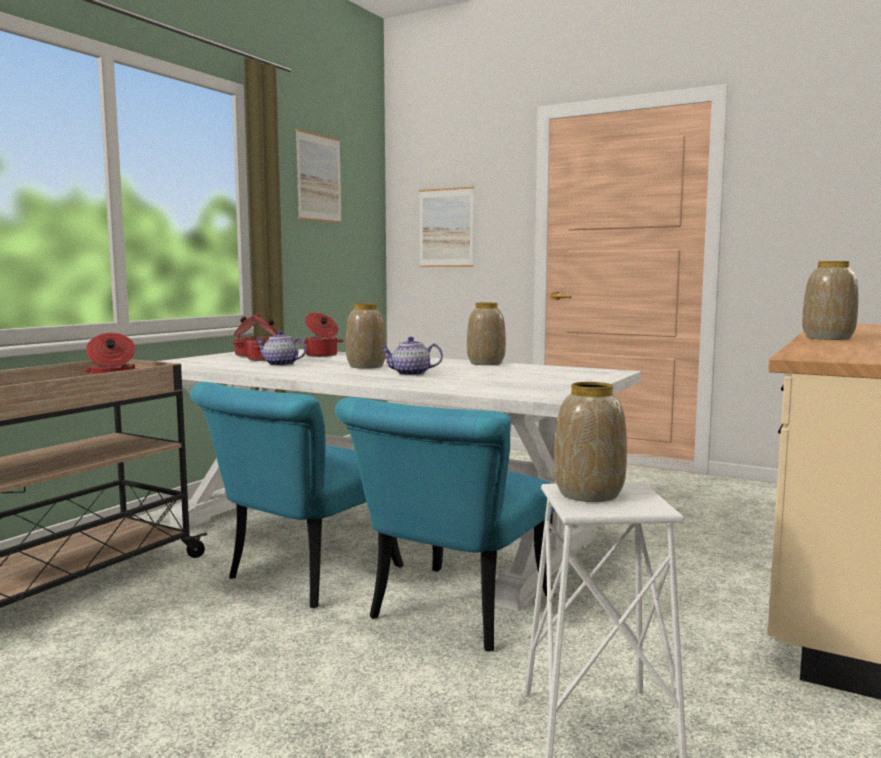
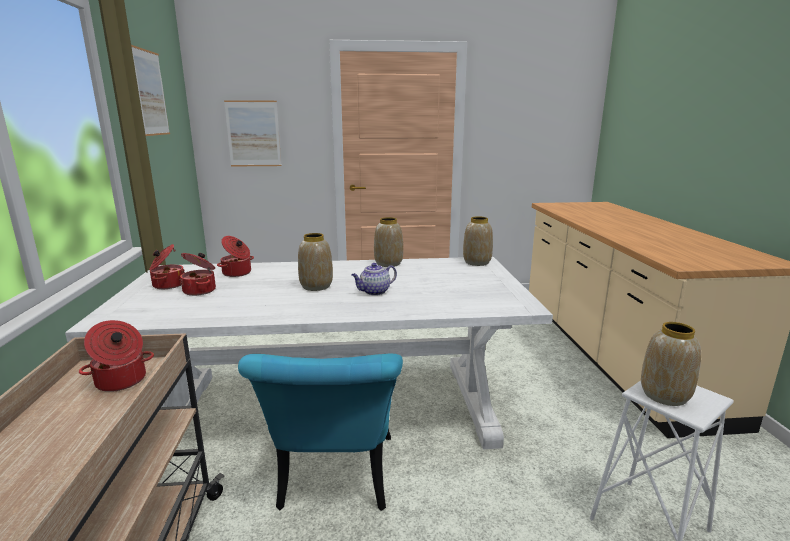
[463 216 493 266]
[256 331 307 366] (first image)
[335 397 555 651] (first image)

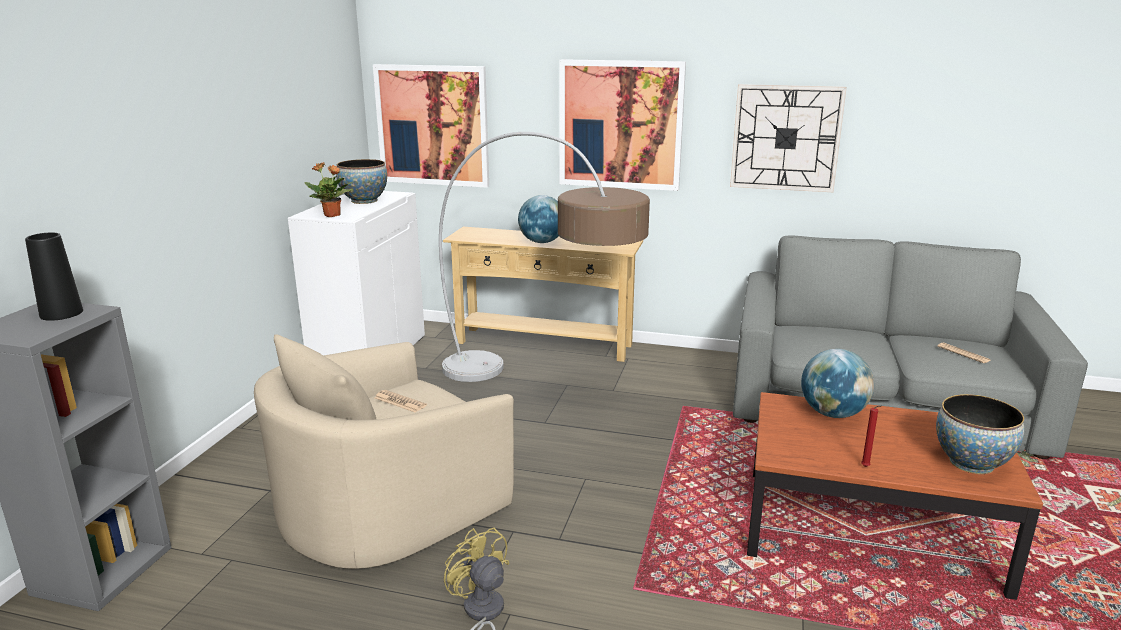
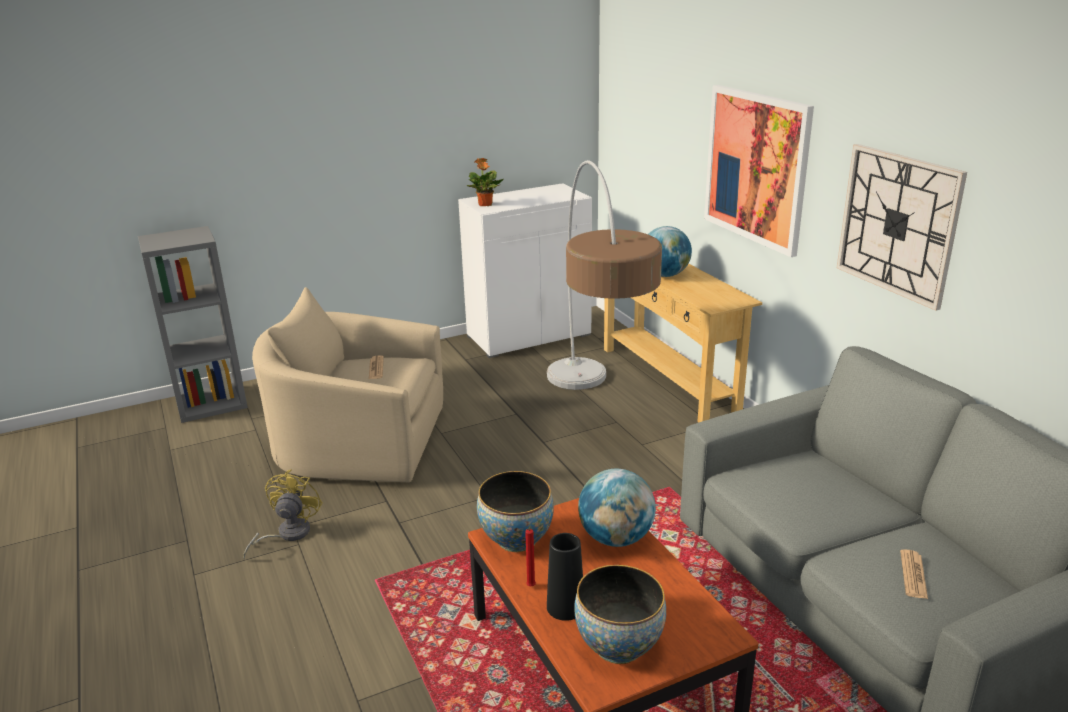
[373 64 489 188] (first image)
[477 471 554 552]
[547 533 583 621]

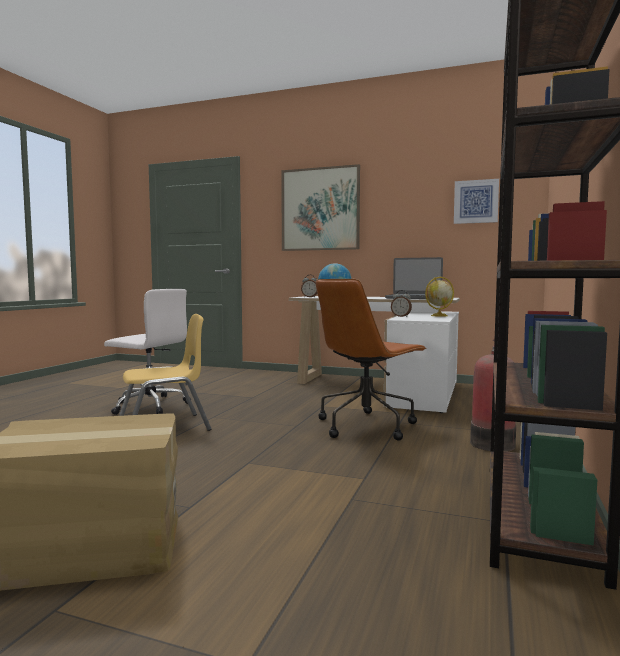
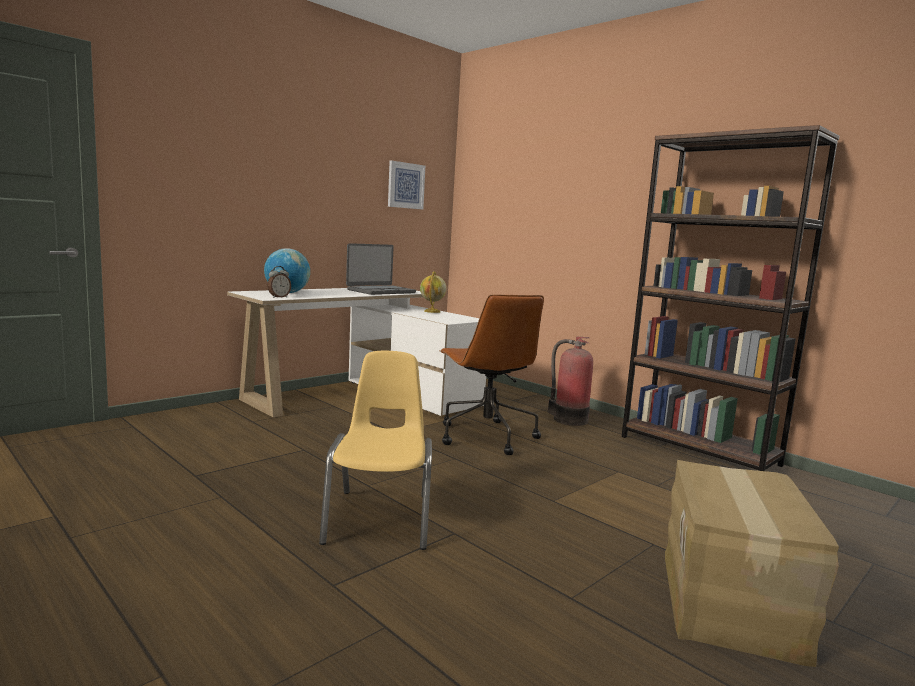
[281 164 360 251] (first image)
[104 289 191 415] (first image)
[391 290 412 317] (first image)

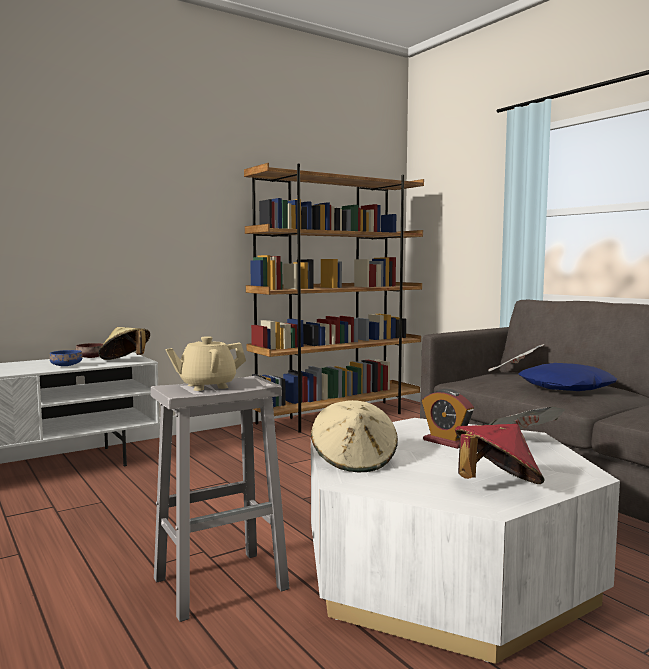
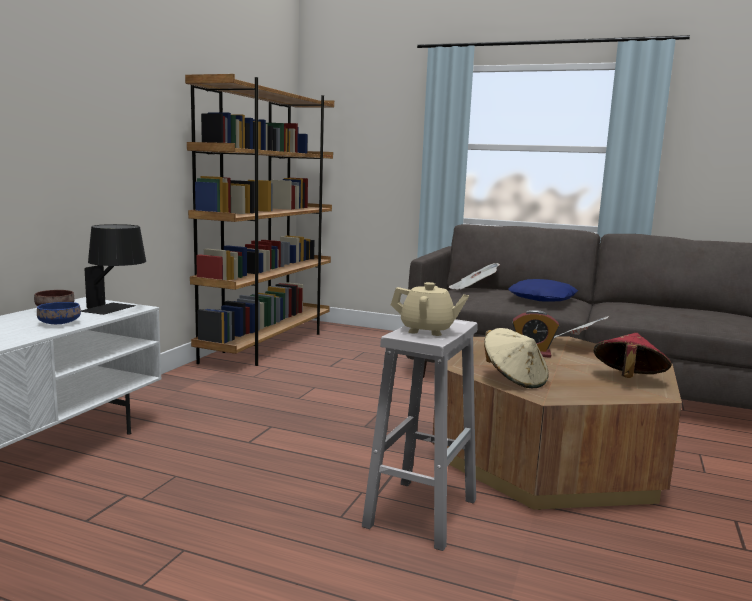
[81 224 146 315]
[391 282 469 336]
[432 336 682 510]

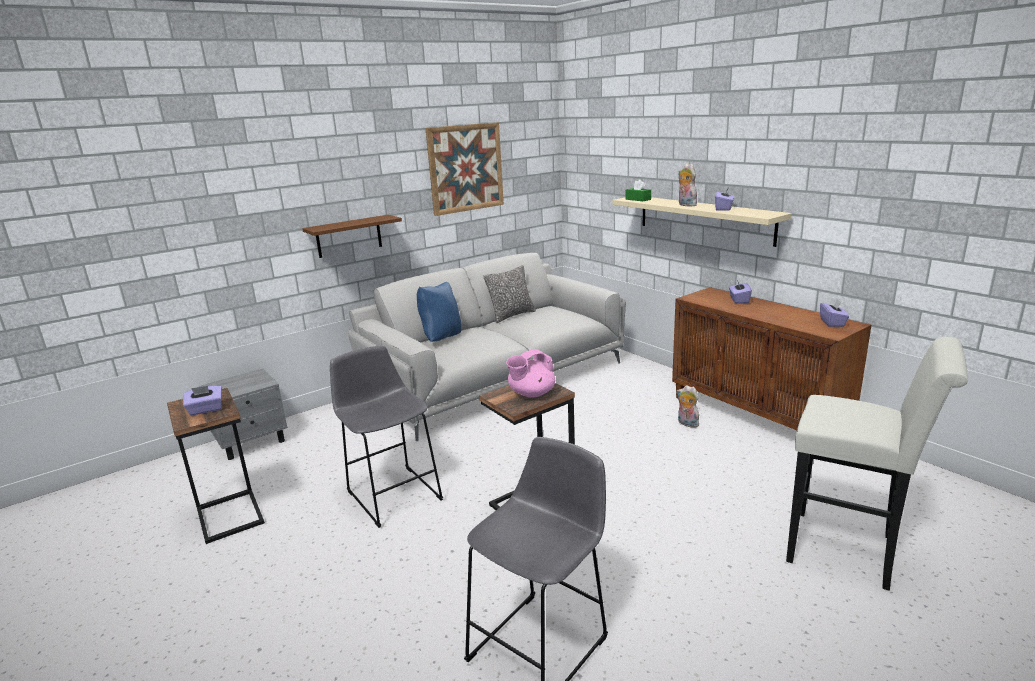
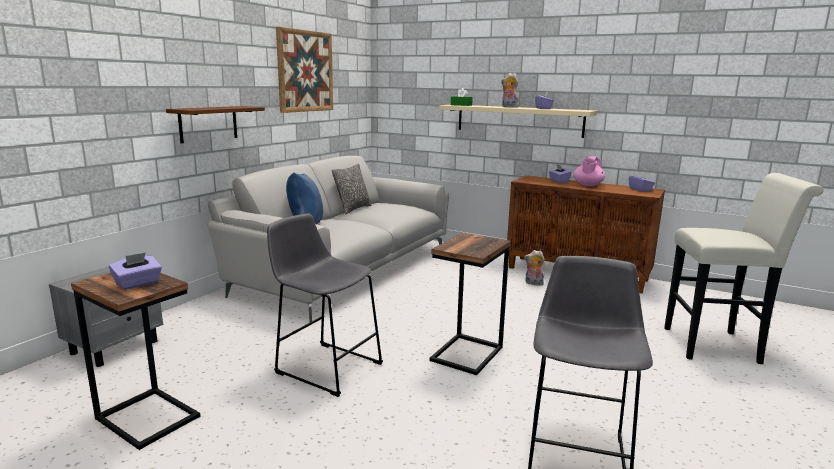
[573 156 605 186]

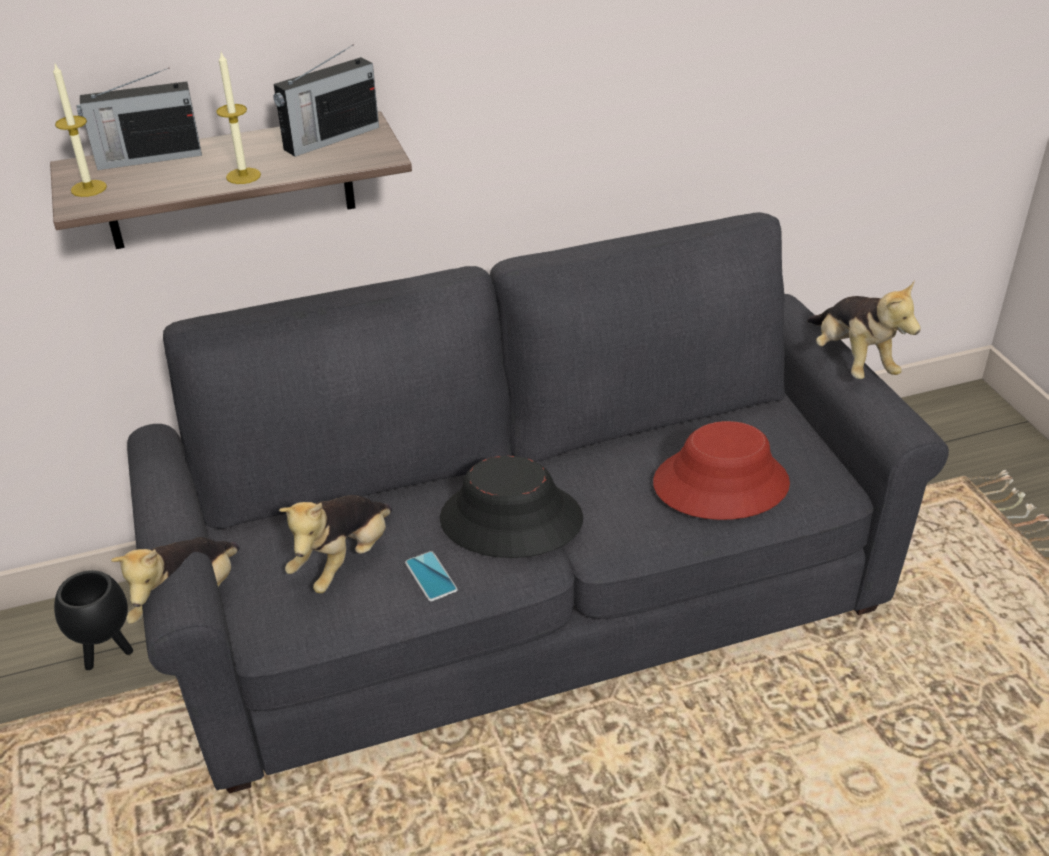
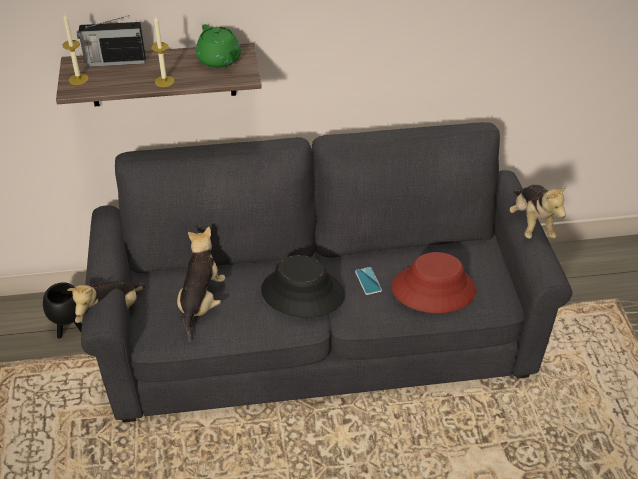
[196 24 241 68]
[177 227 225 342]
[355 267 382 295]

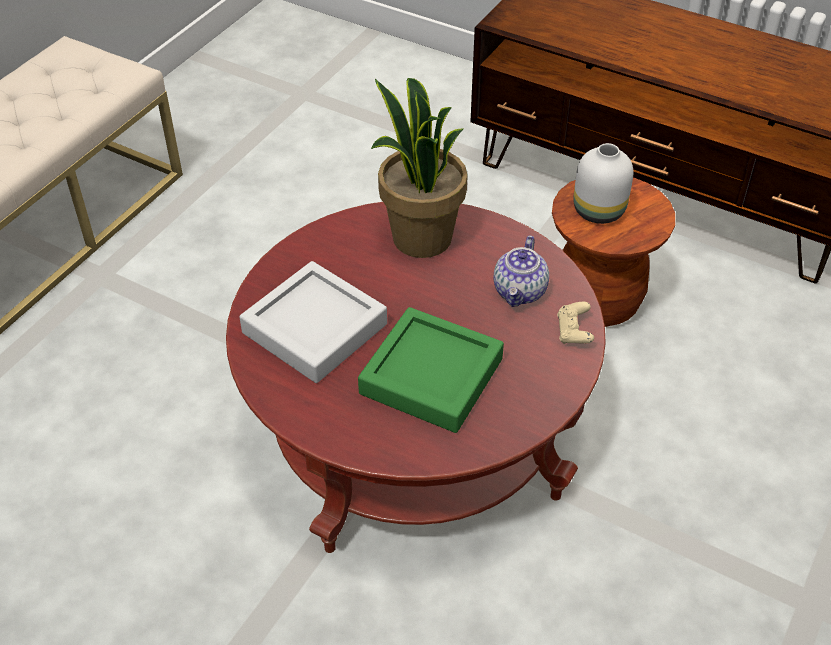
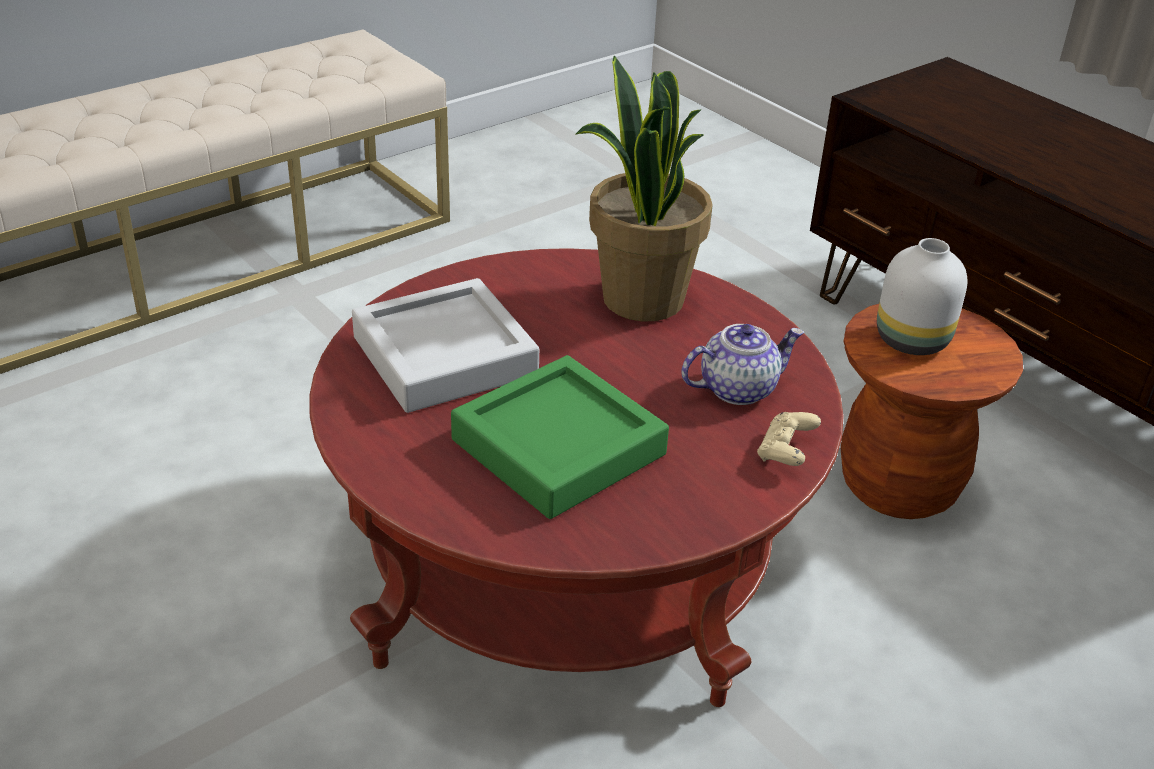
[681 324 804 405]

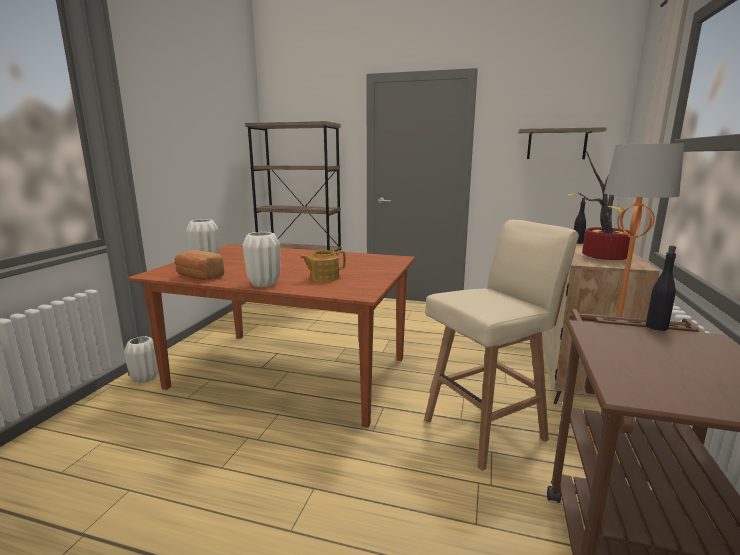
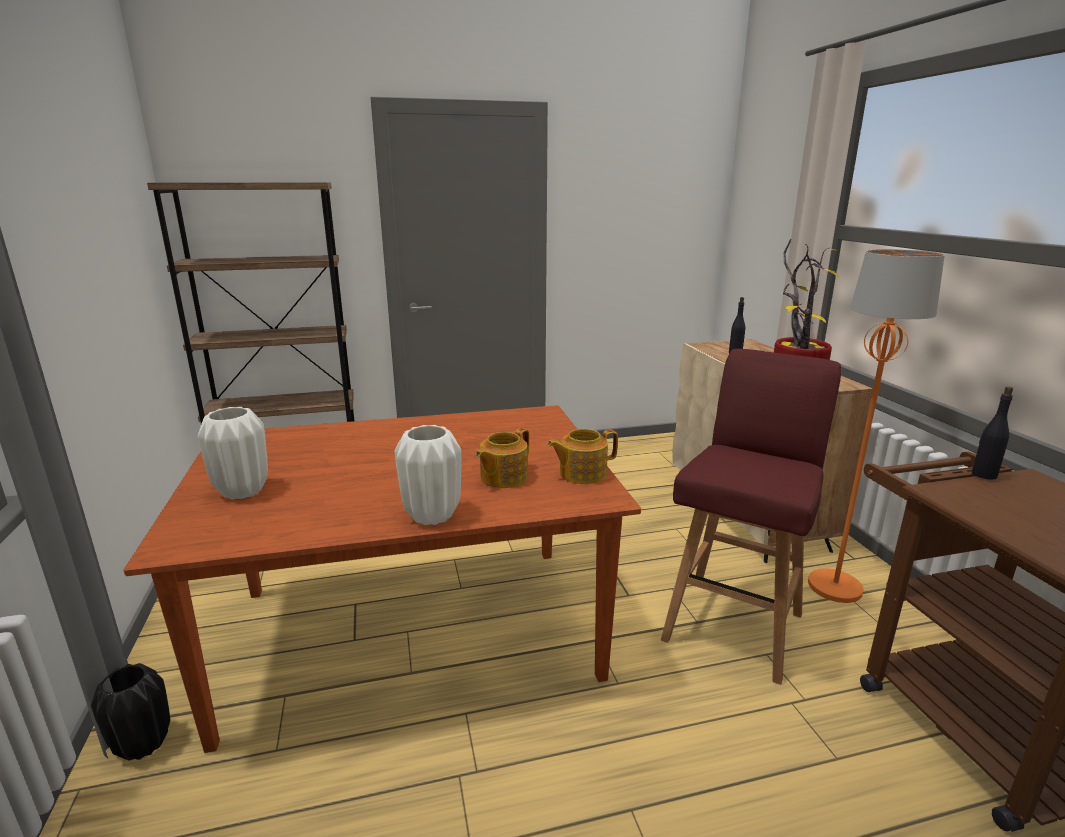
[518 127 607 159] (first image)
[661 349 841 685]
[175 250 224 280] (first image)
[91 663 170 760]
[547 429 618 484]

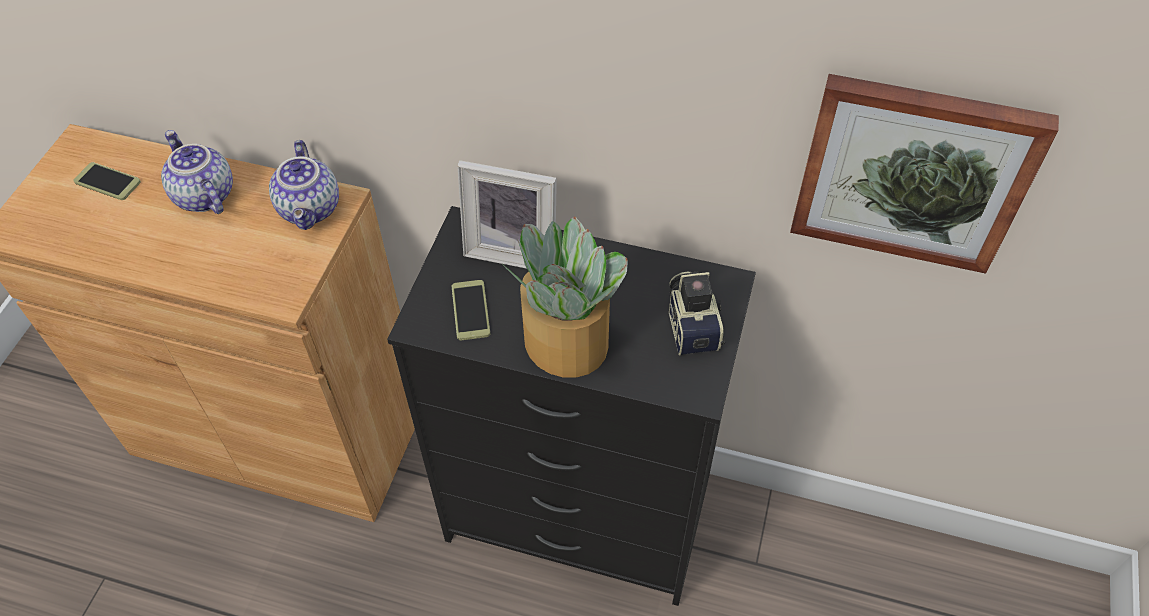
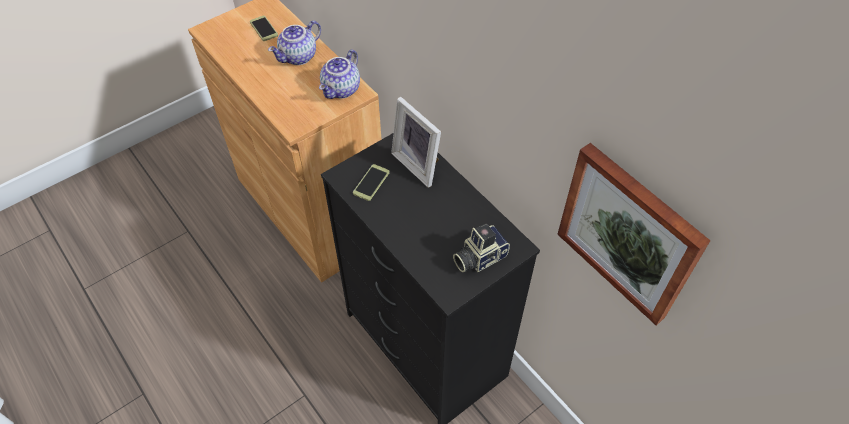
[268 21 321 65]
[502 217 628 378] (first image)
[453 223 510 272]

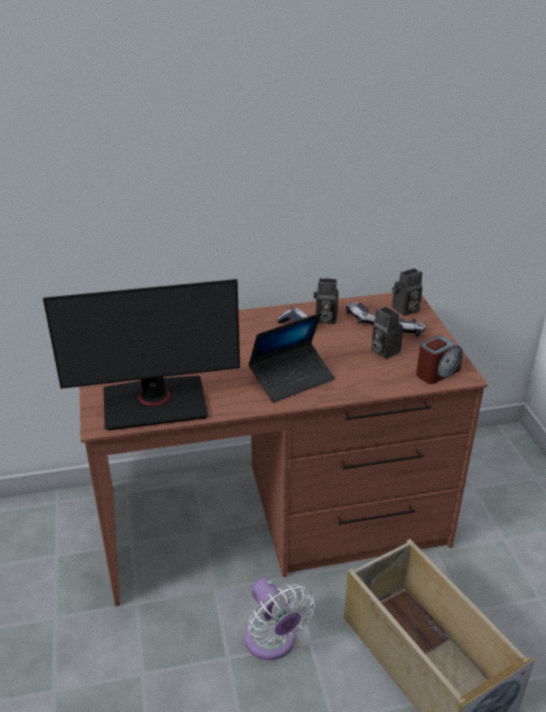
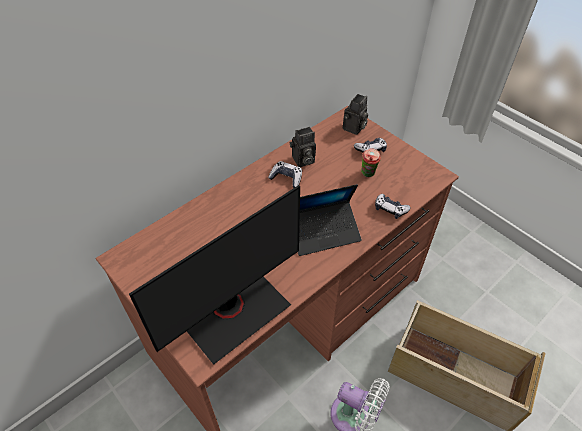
[375 194 411 219]
[361 148 381 177]
[298 184 362 256]
[416 336 463 384] (first image)

